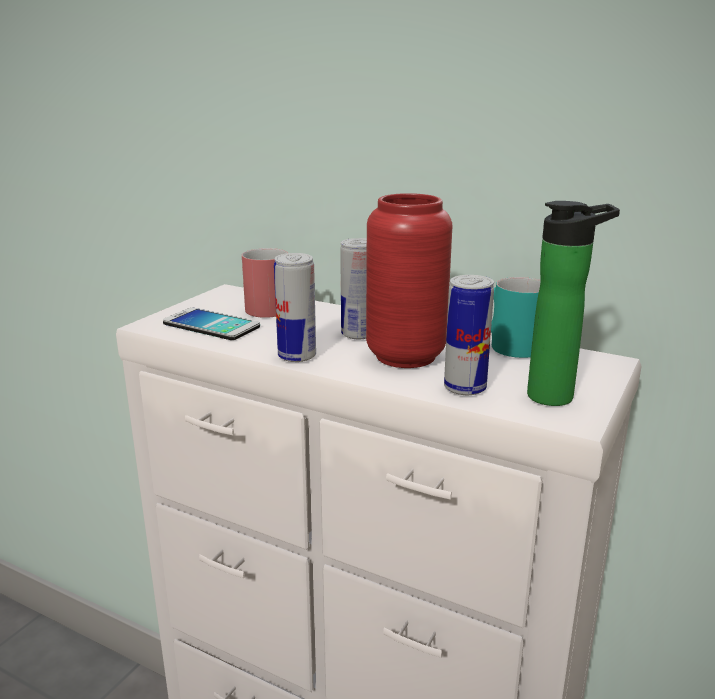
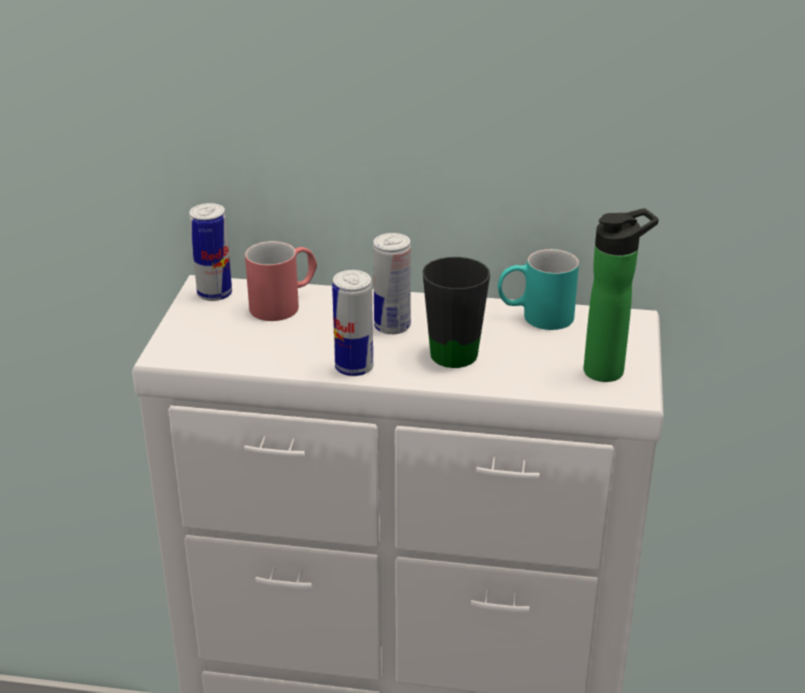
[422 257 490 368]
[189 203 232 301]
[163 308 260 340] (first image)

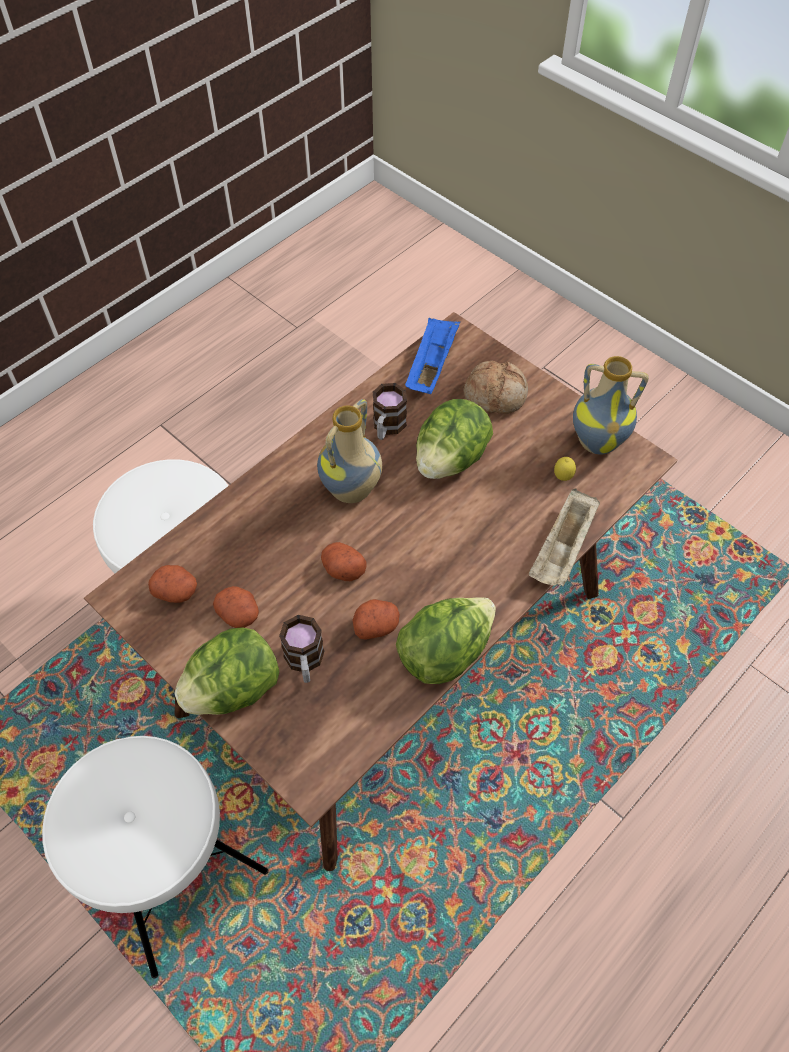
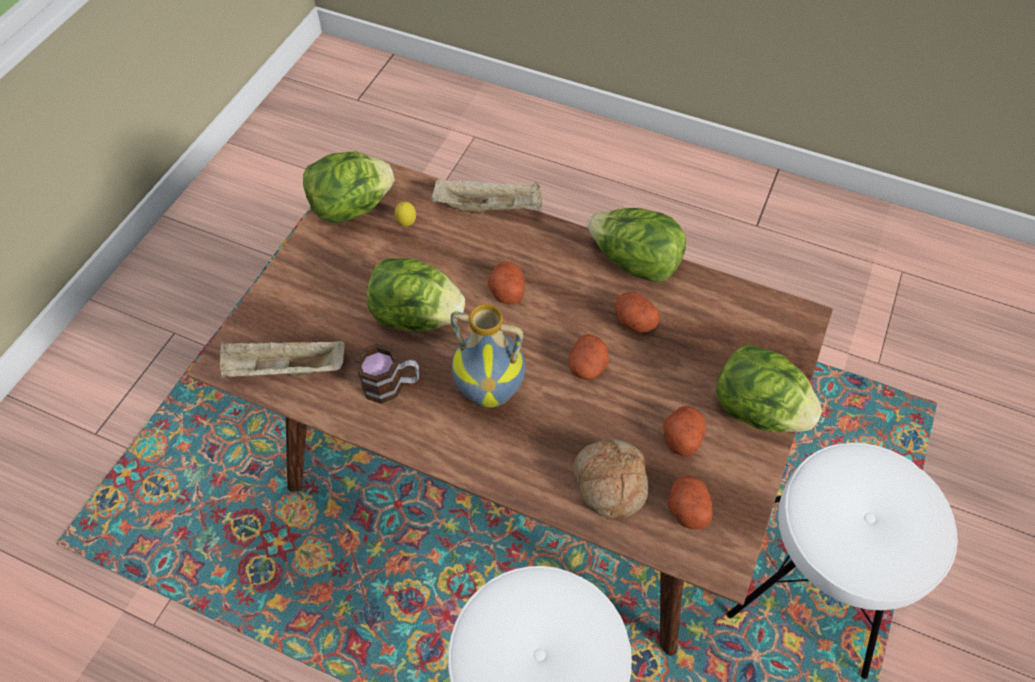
[220 341 345 377]
[303 152 394 223]
[573 440 648 519]
[279 615 324 683] (first image)
[488 262 525 304]

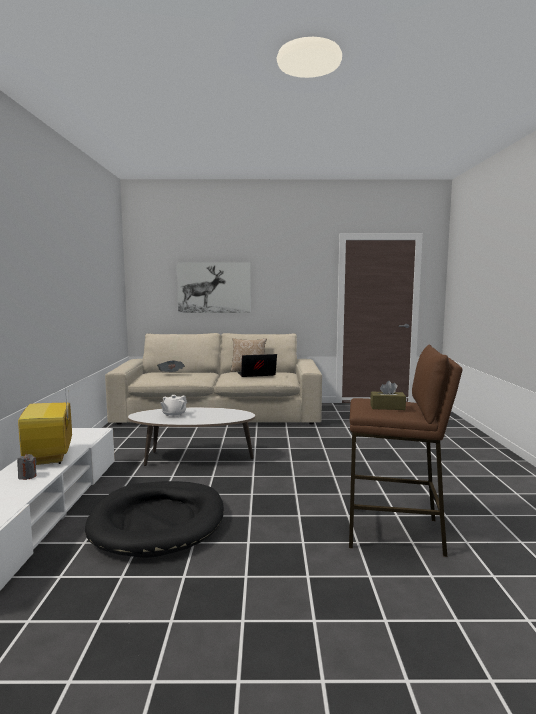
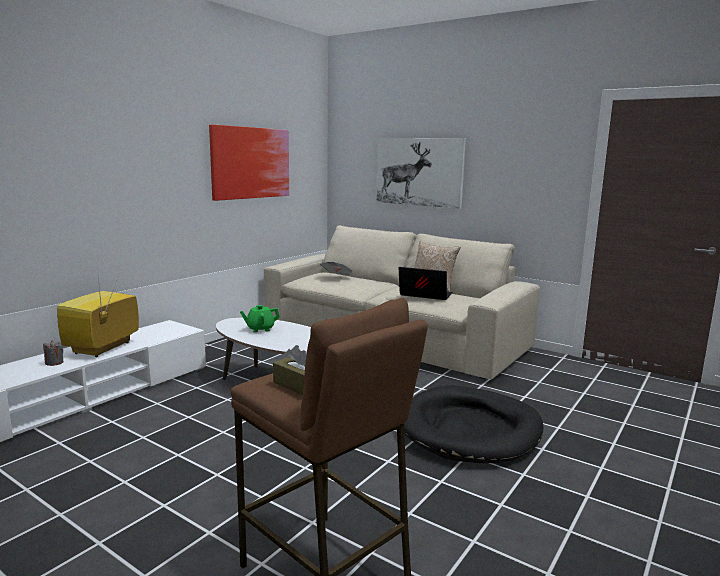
[240 305 280 332]
[404 385 544 463]
[209 125 289 201]

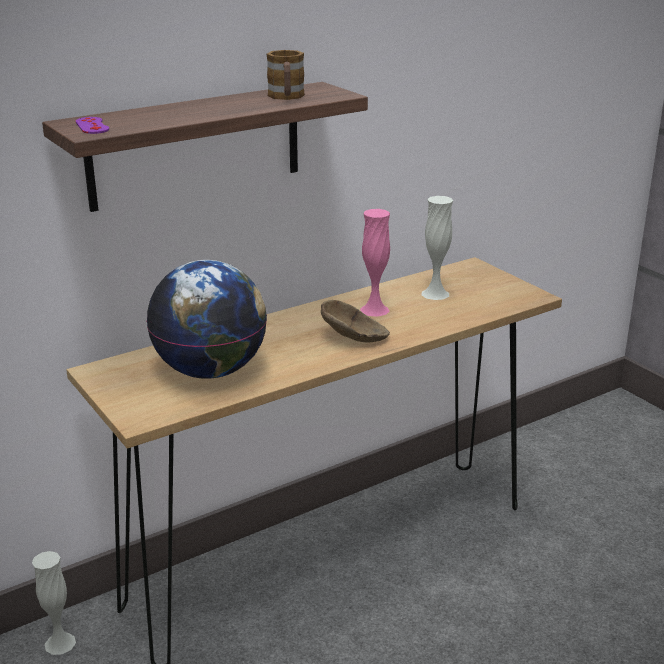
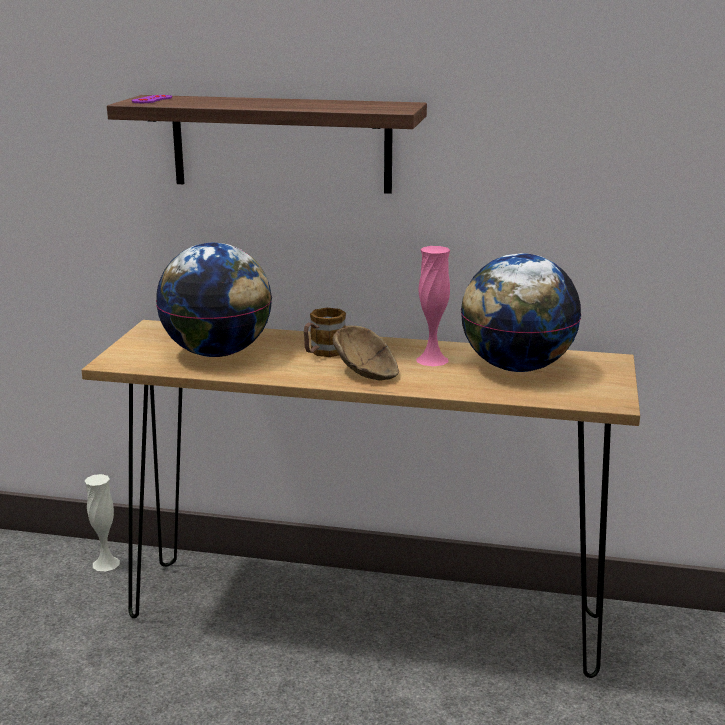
[304 308 346 357]
[461 253 581 372]

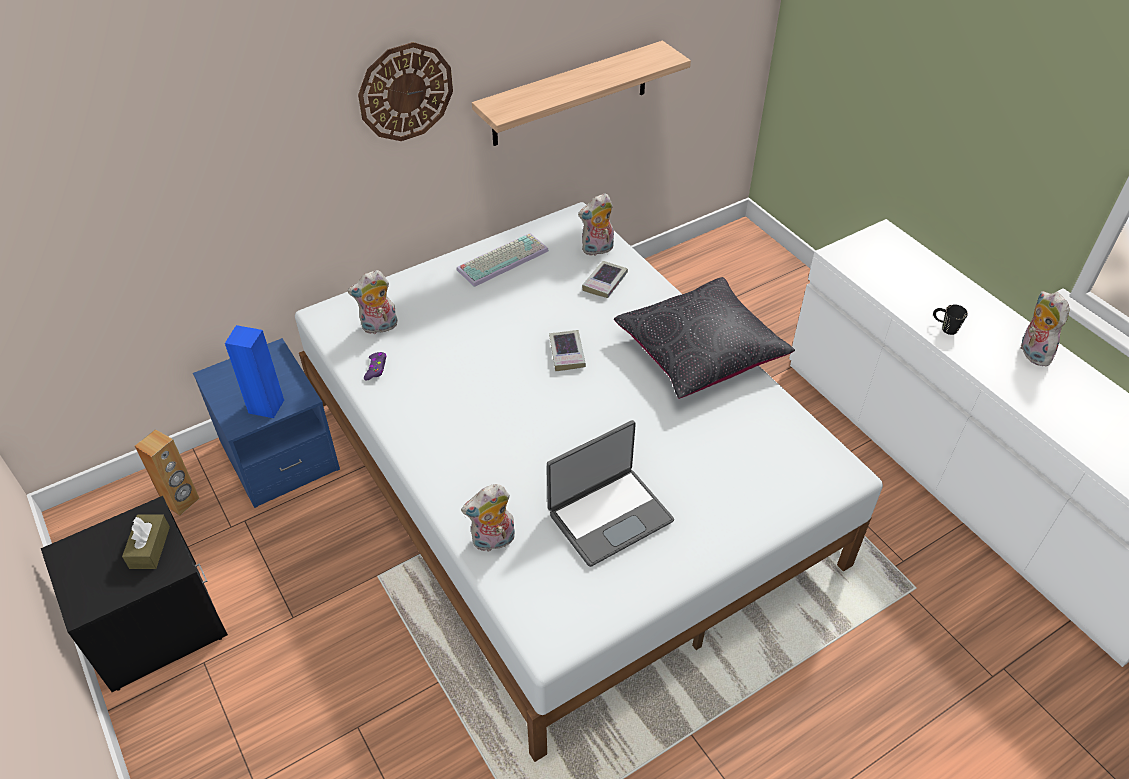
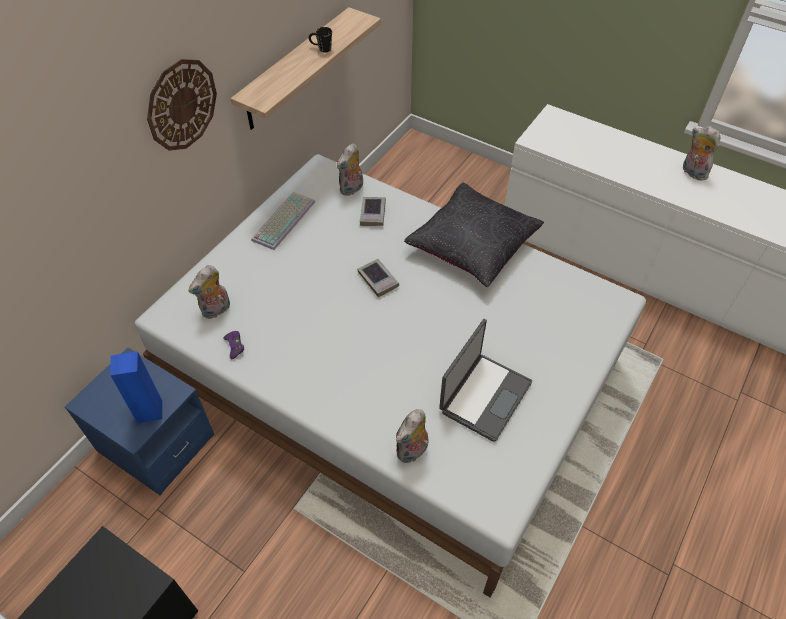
[309 27 332 52]
[135 429 200 516] (first image)
[122 514 170 569] (first image)

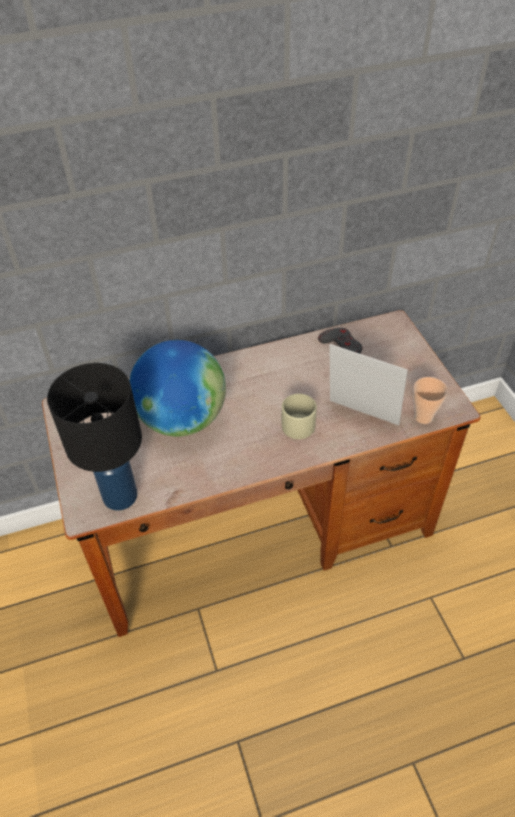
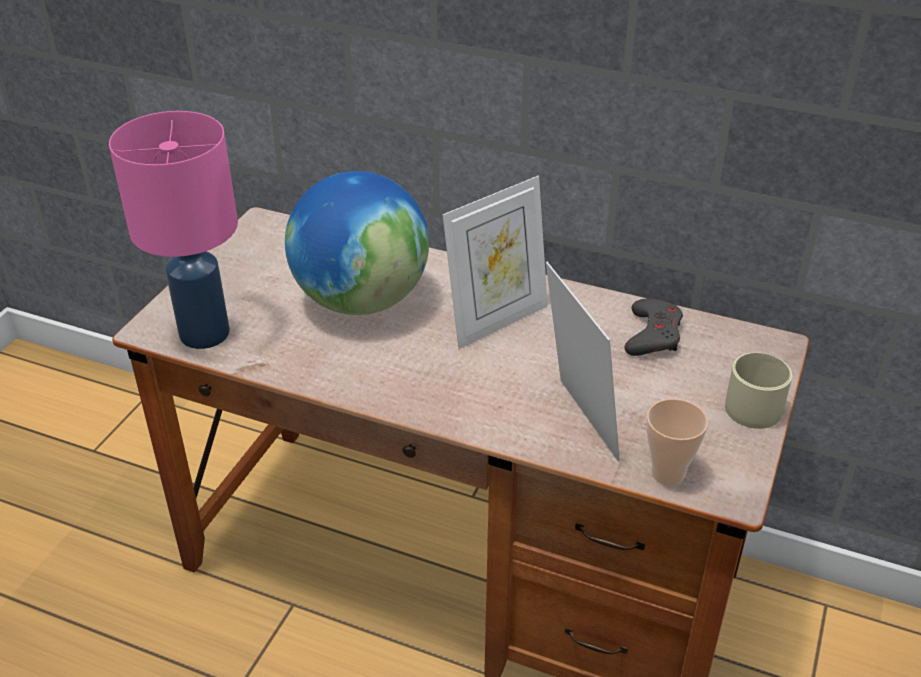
[109 111 238 349]
[725 353 792 429]
[442 176 548 349]

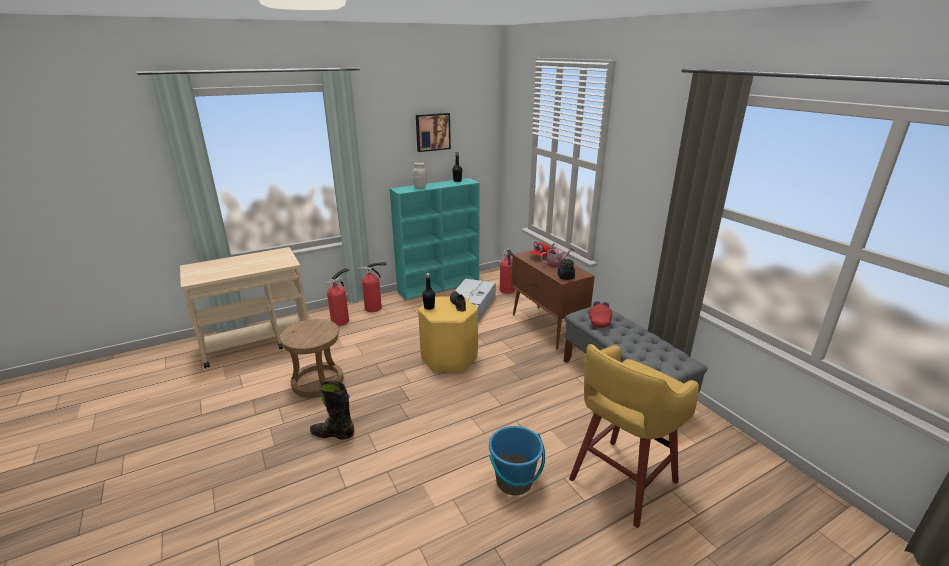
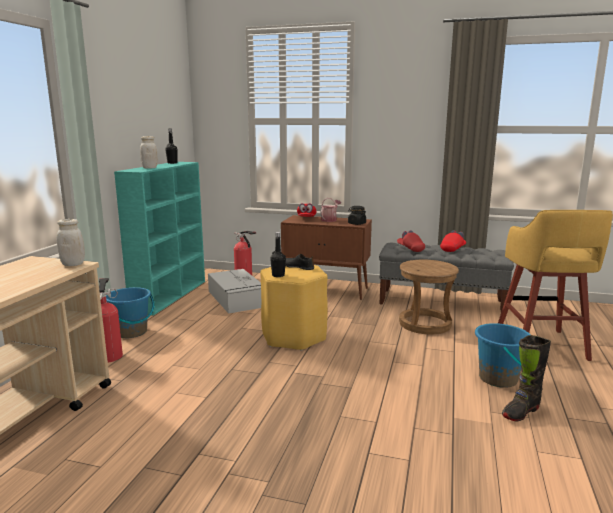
[416 113 451 152] (first image)
[106 287 155 338]
[399 260 459 334]
[502 335 551 421]
[56 219 85 266]
[440 230 466 252]

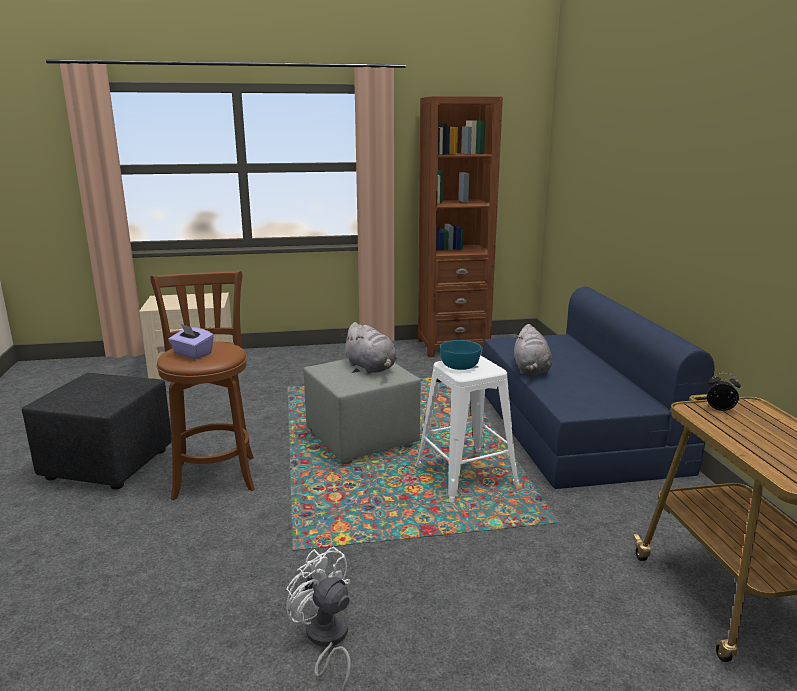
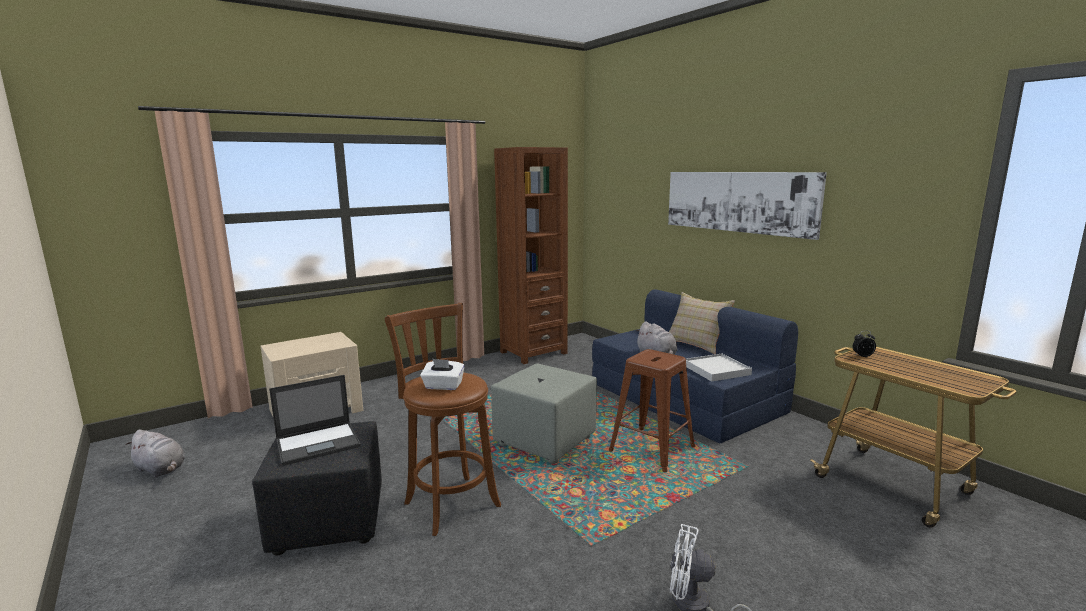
[126 429 185 478]
[420 359 465 390]
[440 340 481 370] (first image)
[609 349 695 472]
[668 172 827 240]
[669 292 735 354]
[686 353 752 382]
[269 375 361 466]

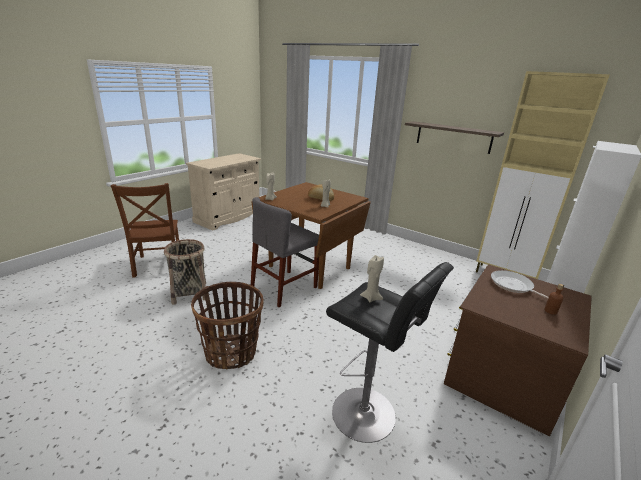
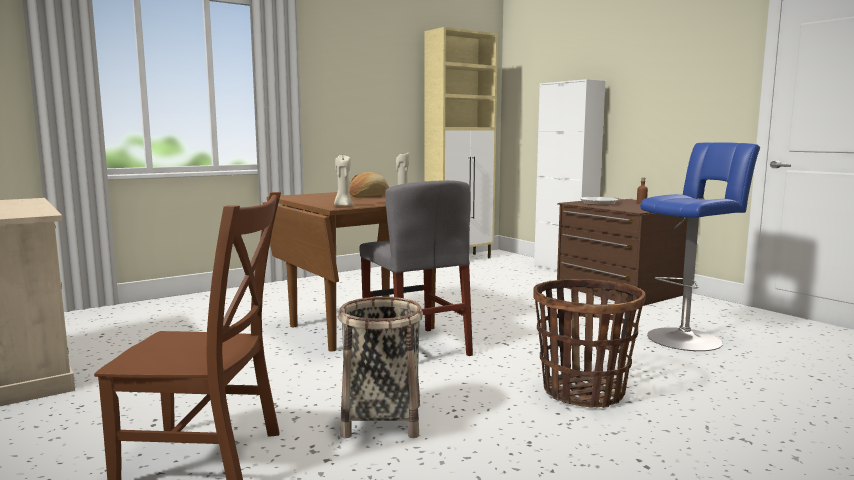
[405 121 504 154] (first image)
[360 255 384 302] (first image)
[640 142 760 351]

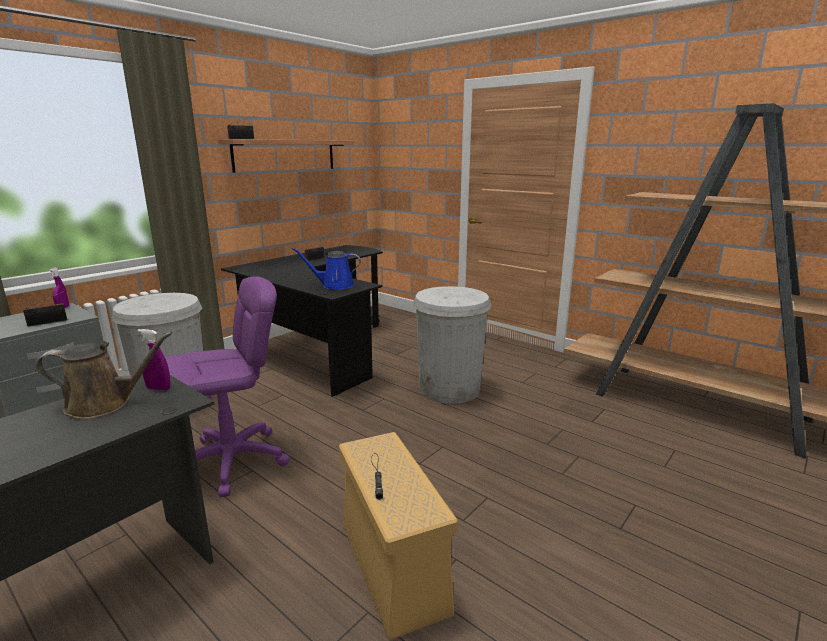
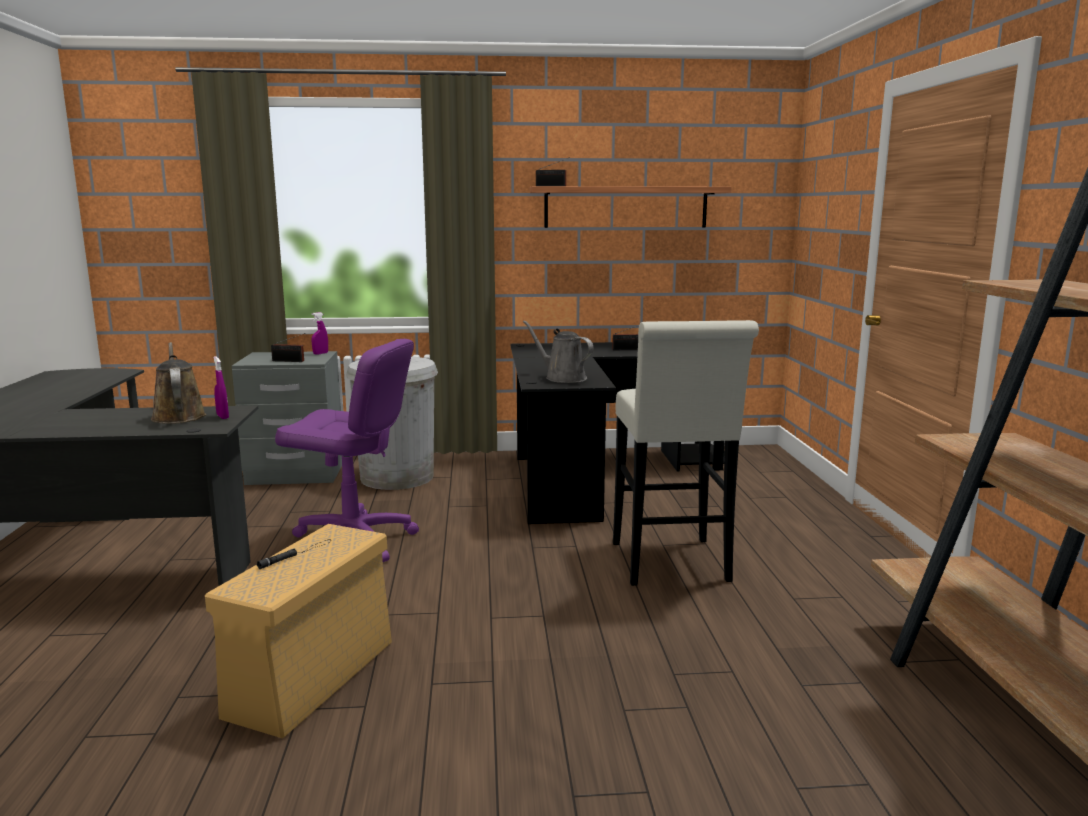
[523 320 593 383]
[613 320 759 586]
[151 342 206 424]

